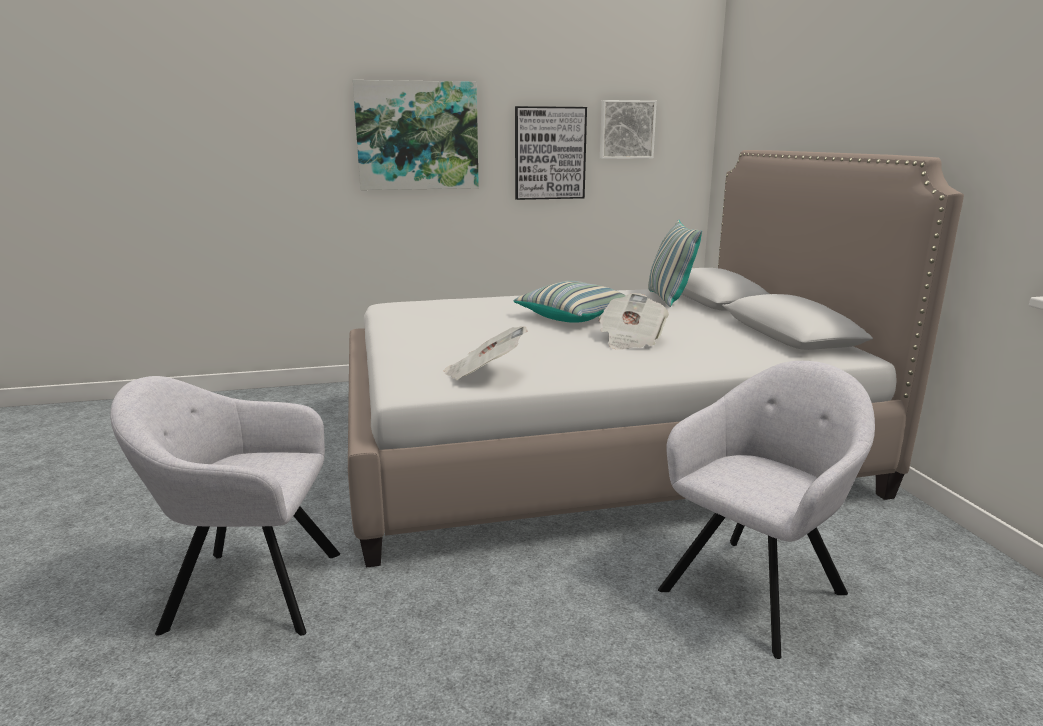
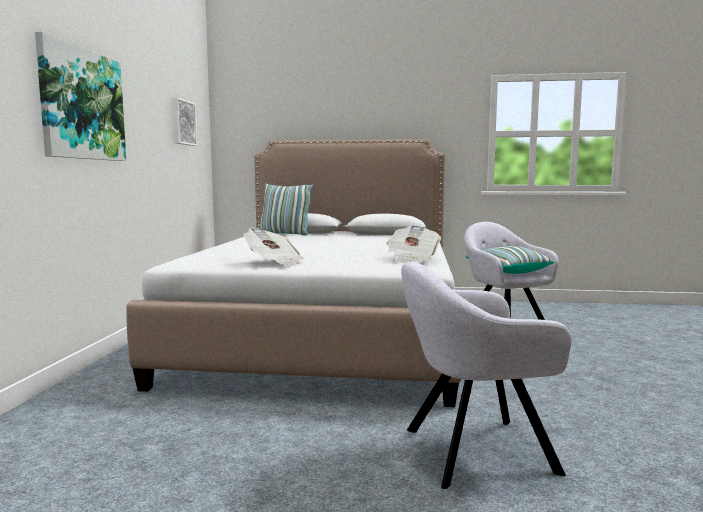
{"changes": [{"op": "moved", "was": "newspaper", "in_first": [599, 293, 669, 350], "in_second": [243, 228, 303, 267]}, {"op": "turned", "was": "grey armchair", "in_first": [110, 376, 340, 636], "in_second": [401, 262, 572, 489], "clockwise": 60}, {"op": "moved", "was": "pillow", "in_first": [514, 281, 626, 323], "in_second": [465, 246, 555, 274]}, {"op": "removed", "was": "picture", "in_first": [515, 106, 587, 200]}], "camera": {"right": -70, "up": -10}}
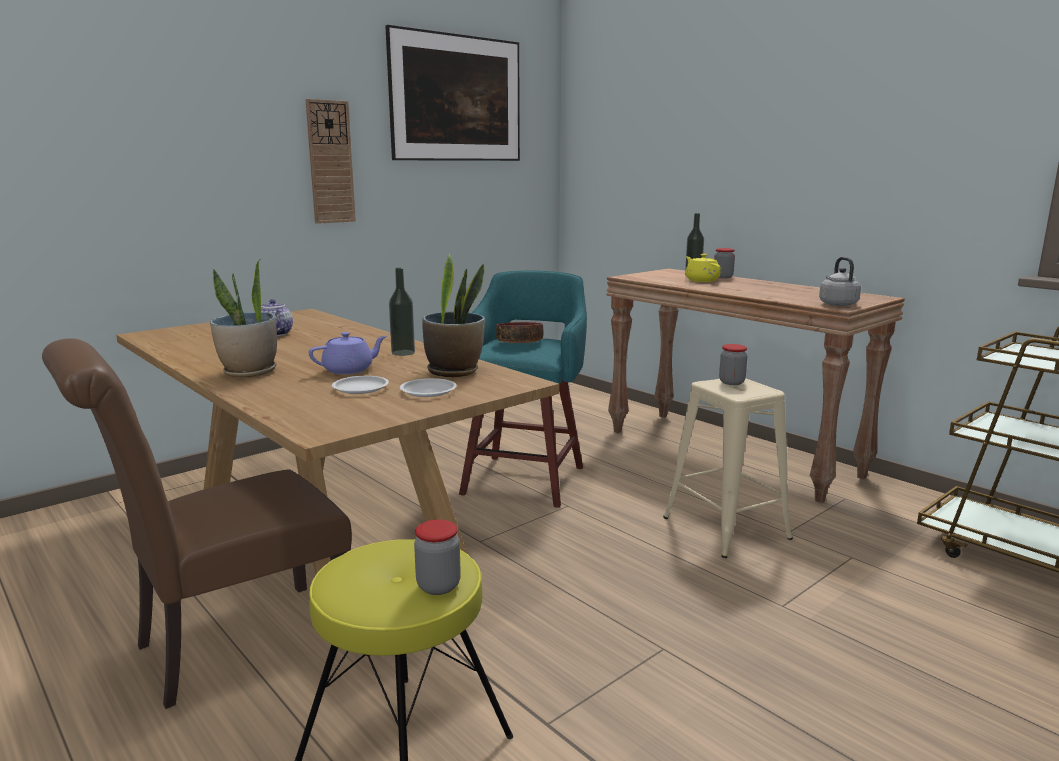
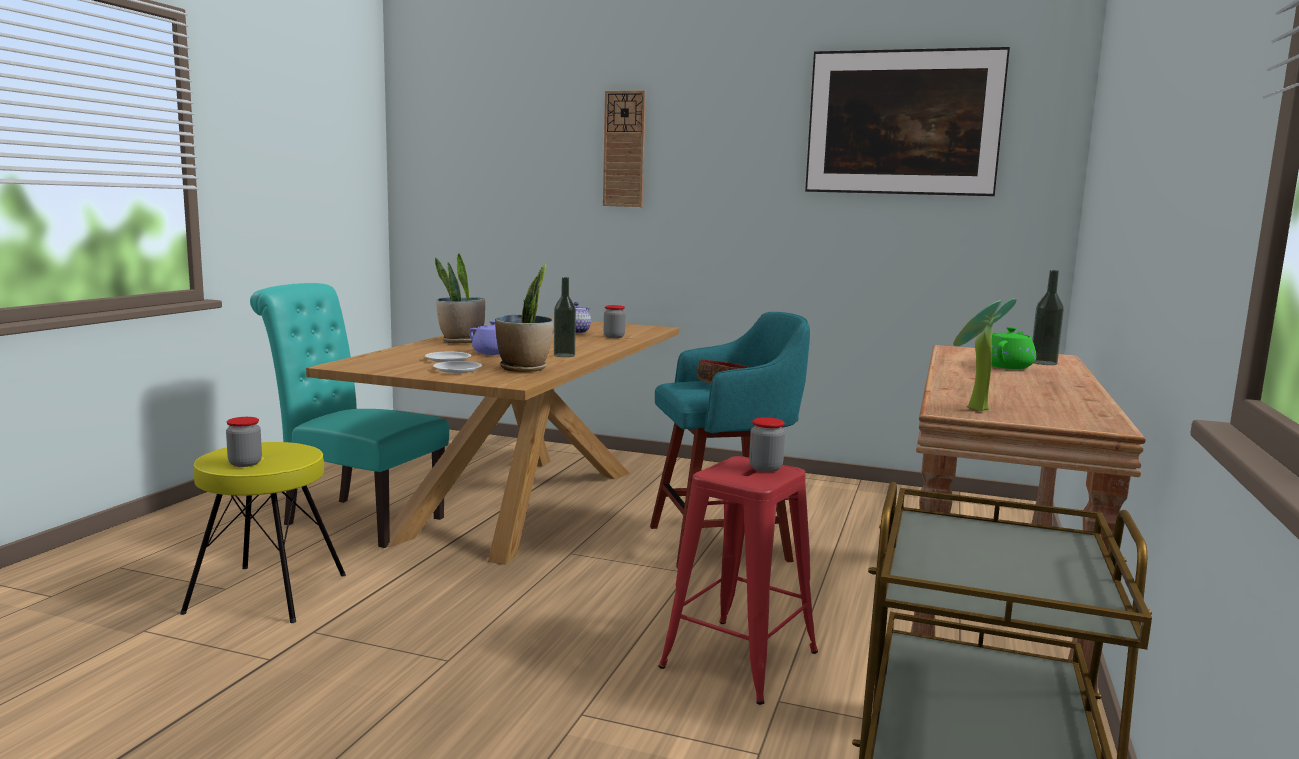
{"changes": [{"op": "recoloured", "was": "brown chair", "now": "turquoise chair", "in_first": [42, 338, 352, 709], "in_second": [250, 283, 449, 548]}, {"op": "moved", "was": "wall clock", "in_first": [305, 99, 356, 224], "in_second": [603, 90, 646, 207]}, {"op": "moved", "was": "jar", "in_first": [714, 248, 735, 279], "in_second": [604, 305, 626, 338]}, {"op": "recoloured", "was": "beige stool", "now": "red stool", "in_first": [663, 378, 793, 558], "in_second": [658, 456, 818, 705]}, {"op": "replaced", "was": "grey kettle", "now": "potted plant", "in_first": [819, 257, 861, 306], "in_second": [953, 299, 1016, 411]}, {"op": "recoloured", "was": "yellow teapot", "now": "green teapot", "in_first": [685, 254, 721, 282], "in_second": [991, 327, 1036, 369]}], "camera": {"right": 60, "up": -5}}
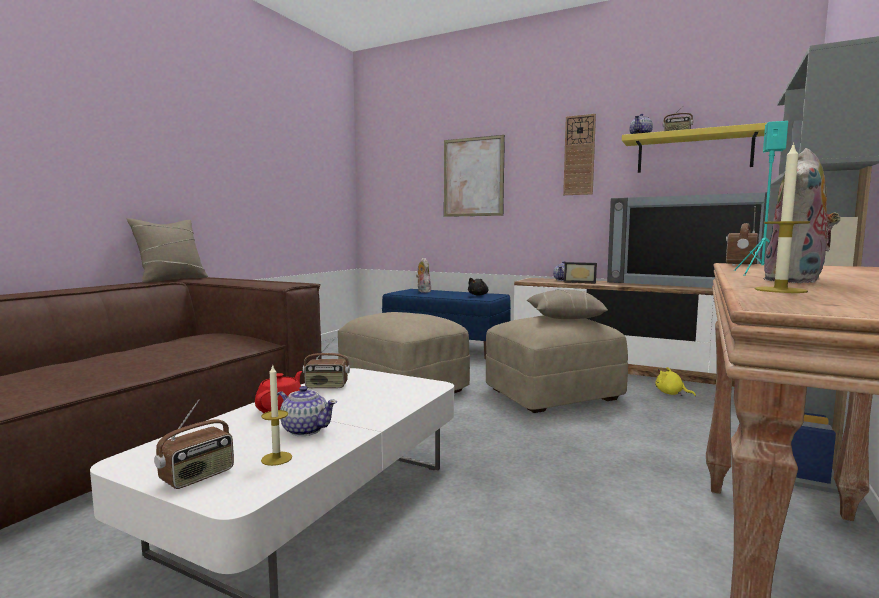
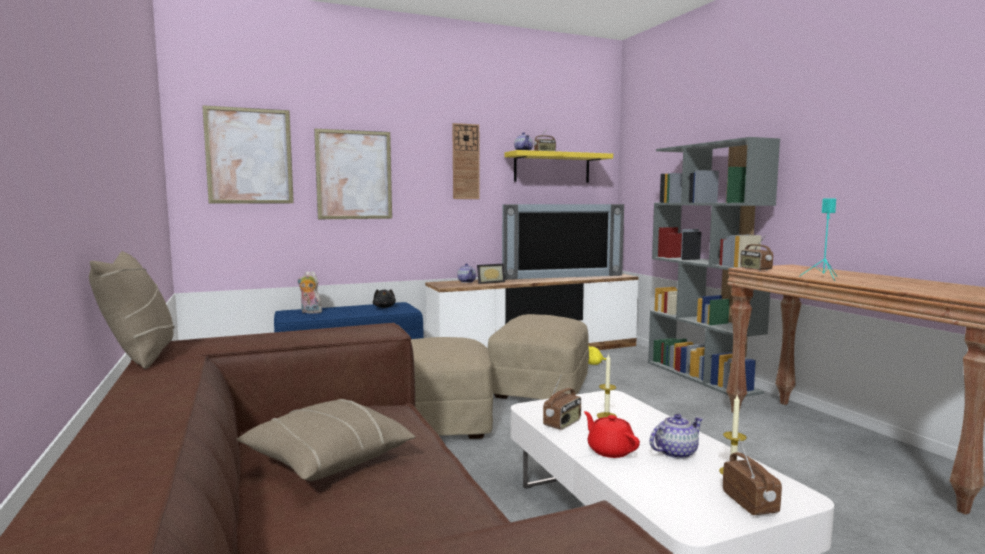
{"changes": [{"op": "added", "now": "picture", "in_second": [202, 105, 294, 203]}, {"op": "moved", "was": "beige pillow", "in_first": [527, 290, 608, 319], "in_second": [237, 399, 415, 481]}, {"op": "moved", "was": "candle", "in_first": [755, 143, 810, 293], "in_second": [597, 353, 617, 418]}, {"op": "removed", "was": "plush toy", "in_first": [763, 148, 841, 283]}], "camera": {"right": -50, "up": 0}}
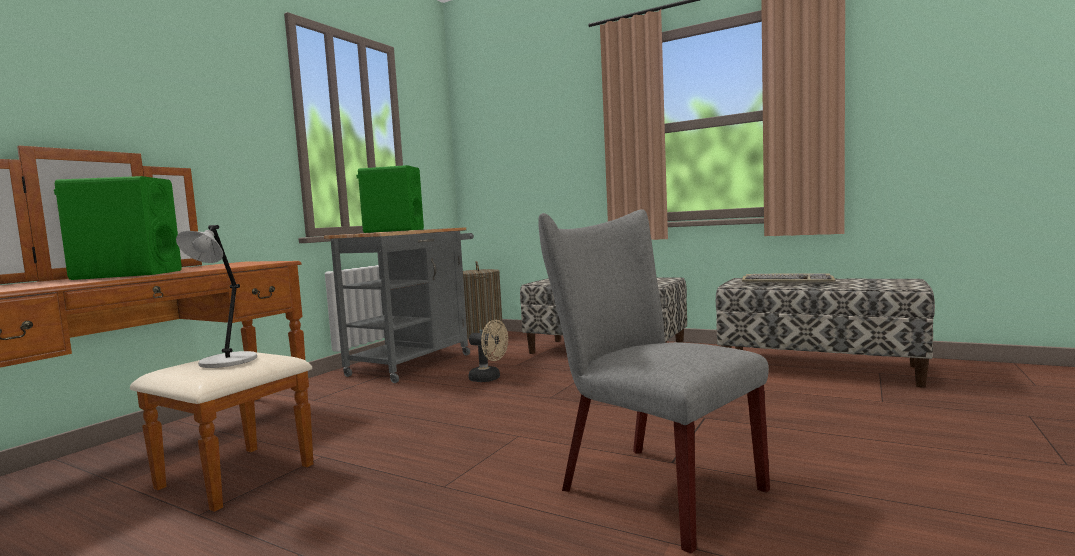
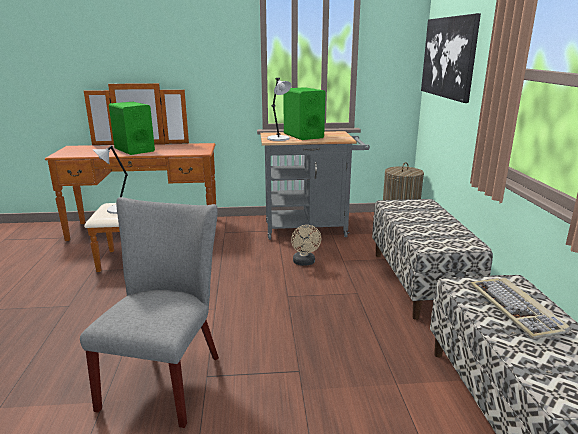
{"changes": [{"op": "added", "now": "white table lamp", "in_second": [267, 78, 292, 141]}, {"op": "added", "now": "picture", "in_second": [421, 13, 481, 103]}], "camera": {"right": 55, "up": 15}}
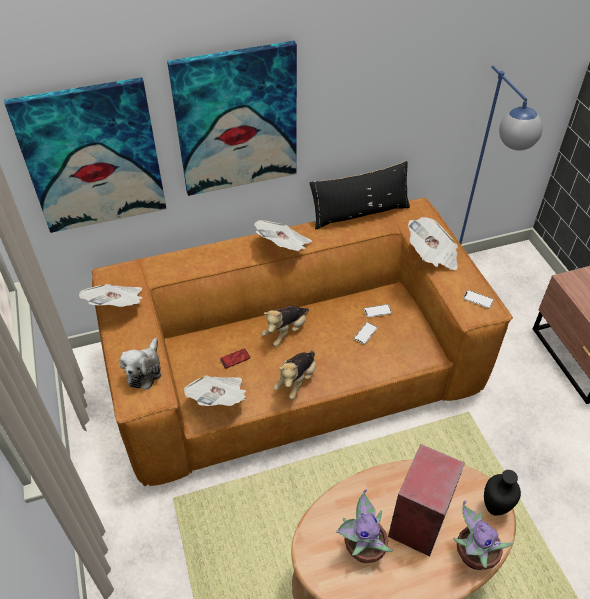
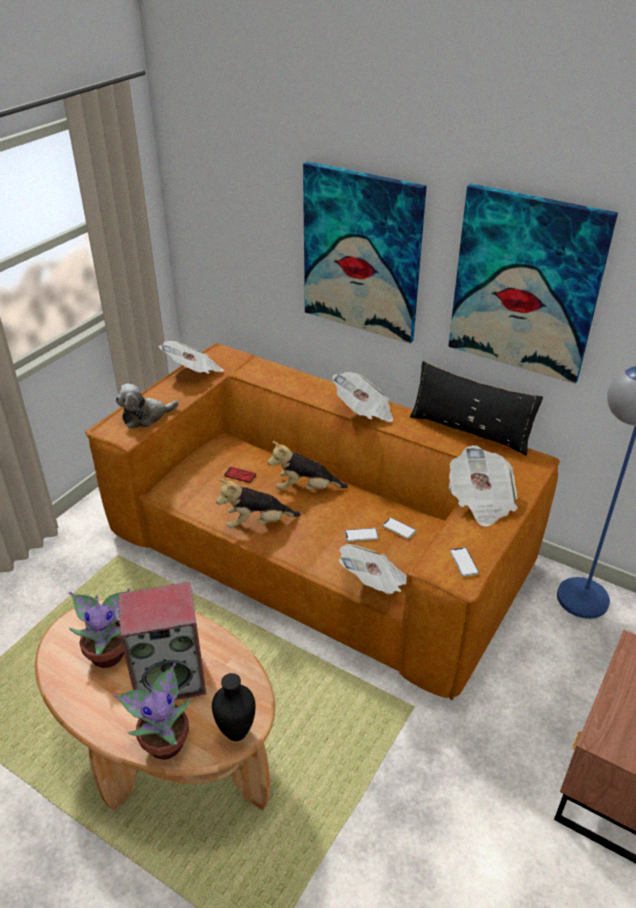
{"changes": [{"op": "moved", "was": "newspaper", "in_first": [184, 375, 246, 406], "in_second": [338, 544, 407, 595]}, {"op": "moved", "was": "picture", "in_first": [4, 77, 167, 233], "in_second": [448, 184, 618, 384]}], "camera": {"right": 50, "up": -10}}
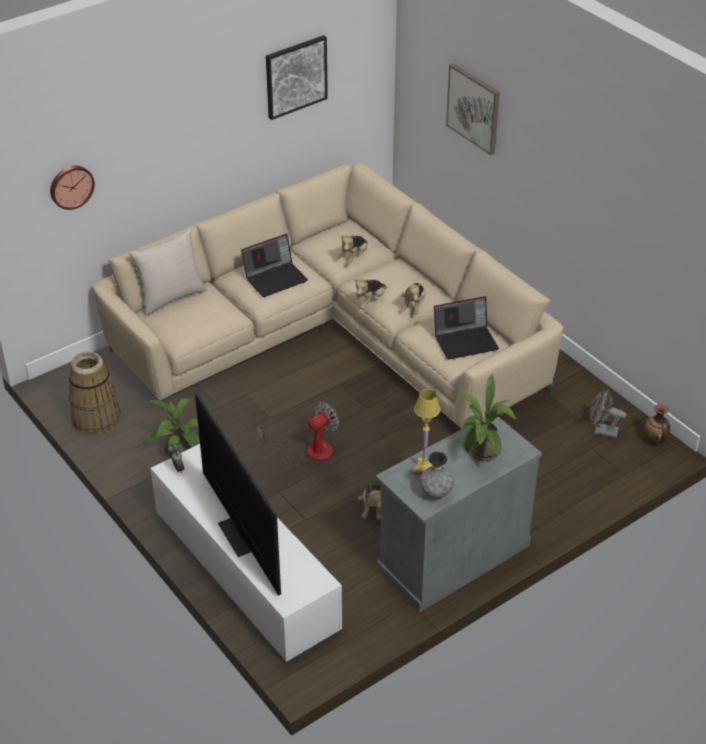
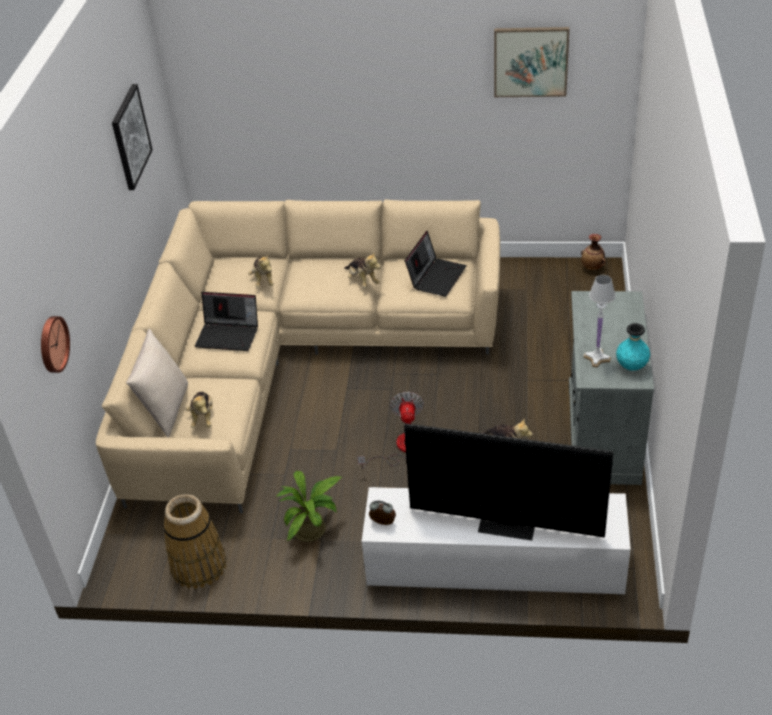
{"changes": [{"op": "moved", "was": "plush toy", "in_first": [351, 279, 387, 309], "in_second": [186, 392, 213, 428]}, {"op": "turned", "was": "laptop", "in_first": [241, 234, 308, 297], "in_second": [195, 292, 258, 351], "clockwise": 90}, {"op": "moved", "was": "picture", "in_first": [446, 63, 500, 155], "in_second": [494, 27, 569, 97]}, {"op": "recoloured", "was": "yellow table lamp", "now": "white table lamp", "in_first": [411, 389, 440, 475], "in_second": [583, 275, 616, 368]}, {"op": "recoloured", "was": "grey vase", "now": "turquoise vase", "in_first": [420, 452, 454, 499], "in_second": [616, 323, 650, 371]}, {"op": "removed", "was": "potted plant", "in_first": [455, 374, 516, 461]}, {"op": "removed", "was": "grey fan", "in_first": [590, 389, 627, 438]}], "camera": {"right": -45, "up": 0}}
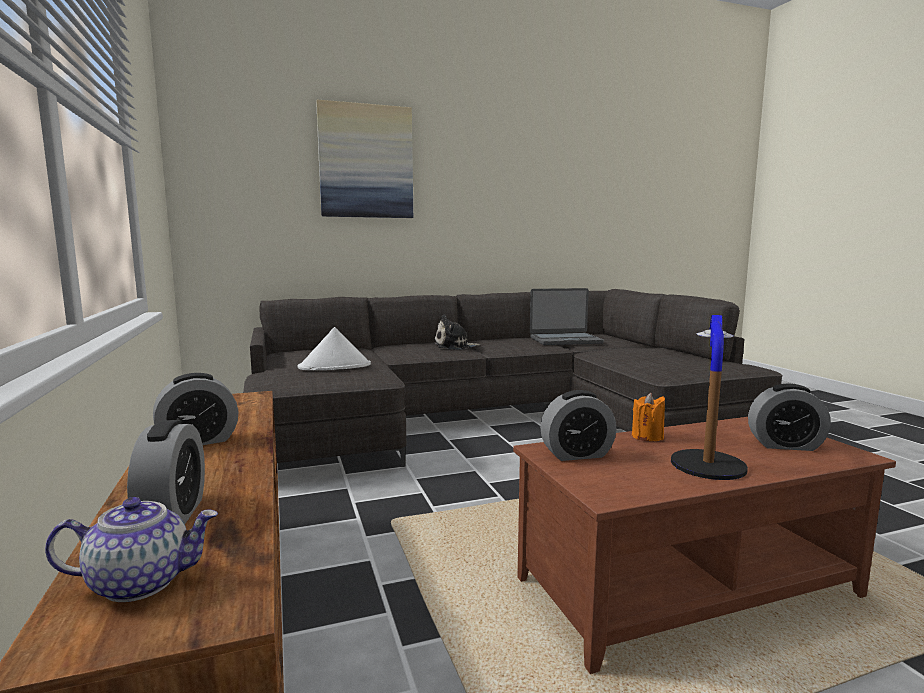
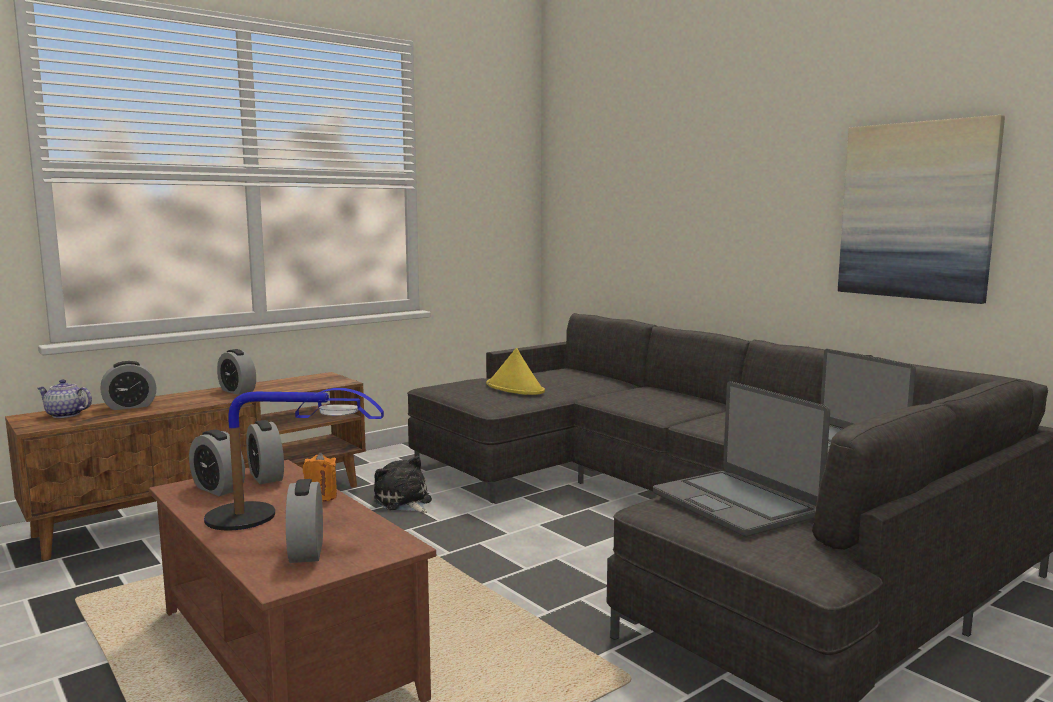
{"changes": [{"op": "turned", "was": "teapot", "in_first": [45, 497, 218, 602], "in_second": [37, 379, 92, 418], "clockwise": 135}, {"op": "added", "now": "alarm clock", "in_second": [189, 429, 245, 496]}, {"op": "moved", "was": "plush toy", "in_first": [434, 314, 481, 350], "in_second": [374, 456, 432, 513]}, {"op": "recoloured", "was": "white hat", "now": "yellow hat", "in_first": [297, 327, 371, 370], "in_second": [486, 348, 545, 395]}, {"op": "added", "now": "laptop", "in_second": [653, 381, 830, 537]}, {"op": "moved", "was": "picture", "in_first": [316, 100, 413, 218], "in_second": [838, 115, 1005, 304]}], "camera": {"right": 70, "up": 0}}
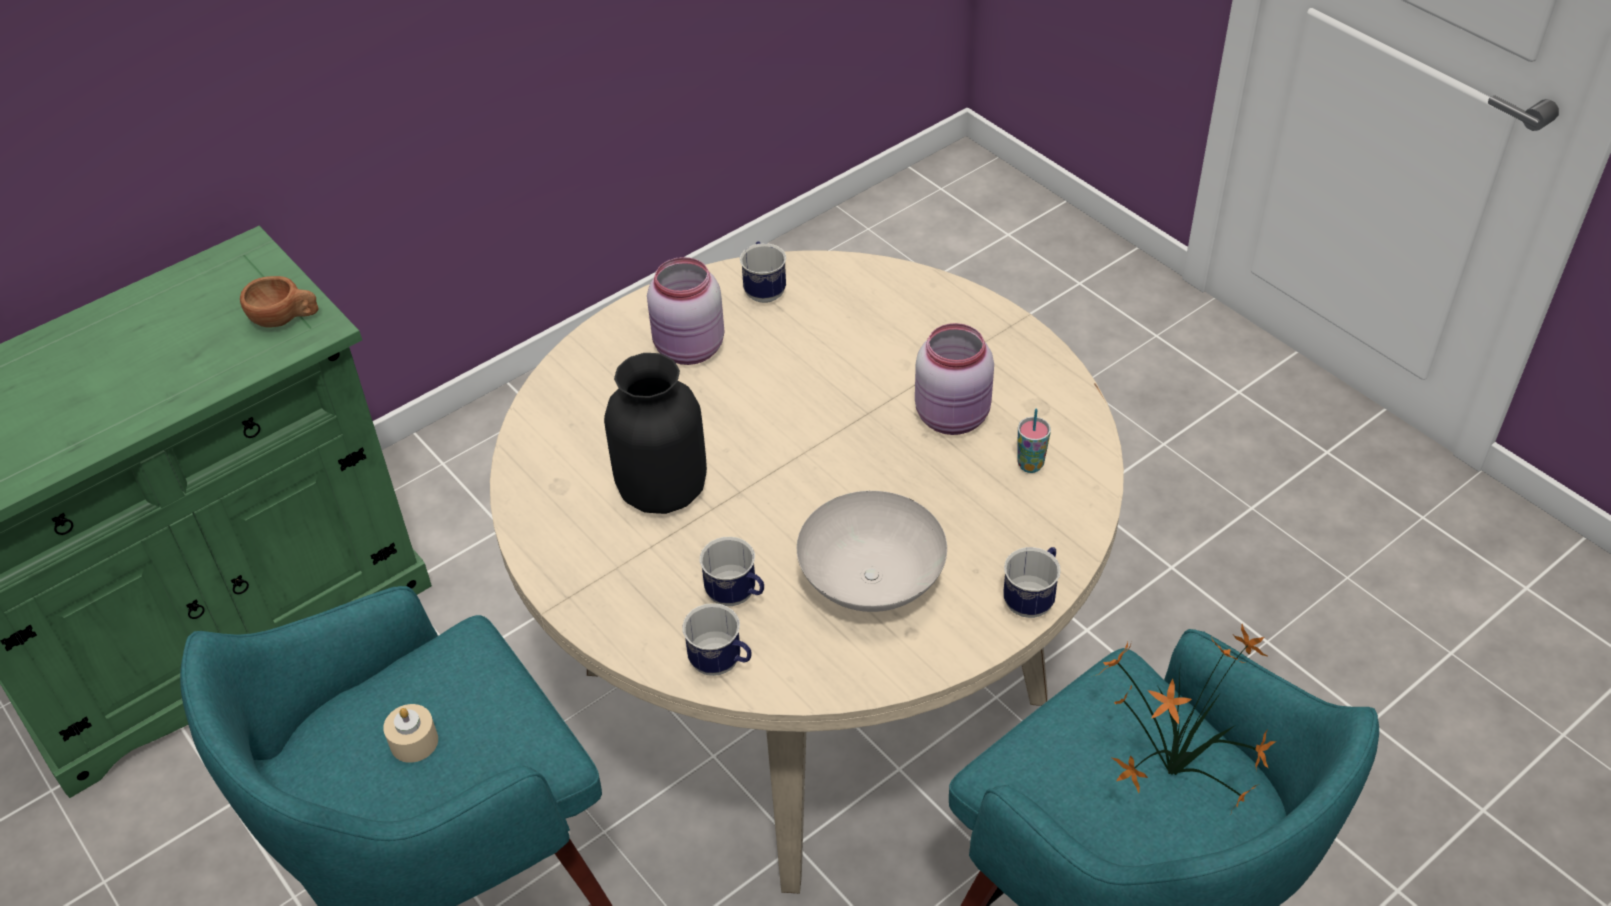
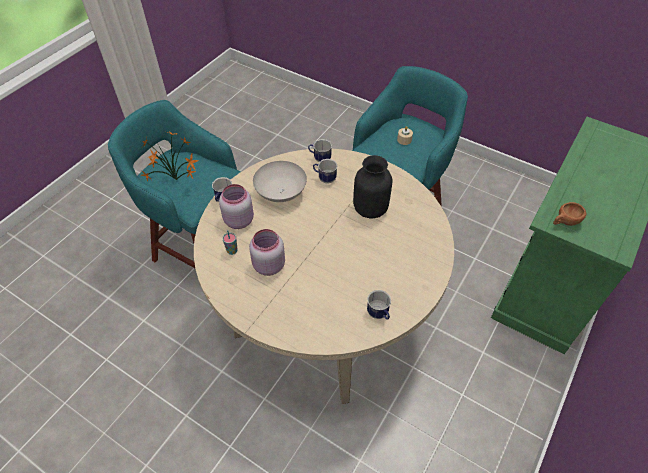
{"changes": [{"op": "moved", "was": "pink jar", "in_first": [647, 257, 724, 365], "in_second": [219, 184, 254, 229]}], "camera": {"right": 160, "up": 5}}
